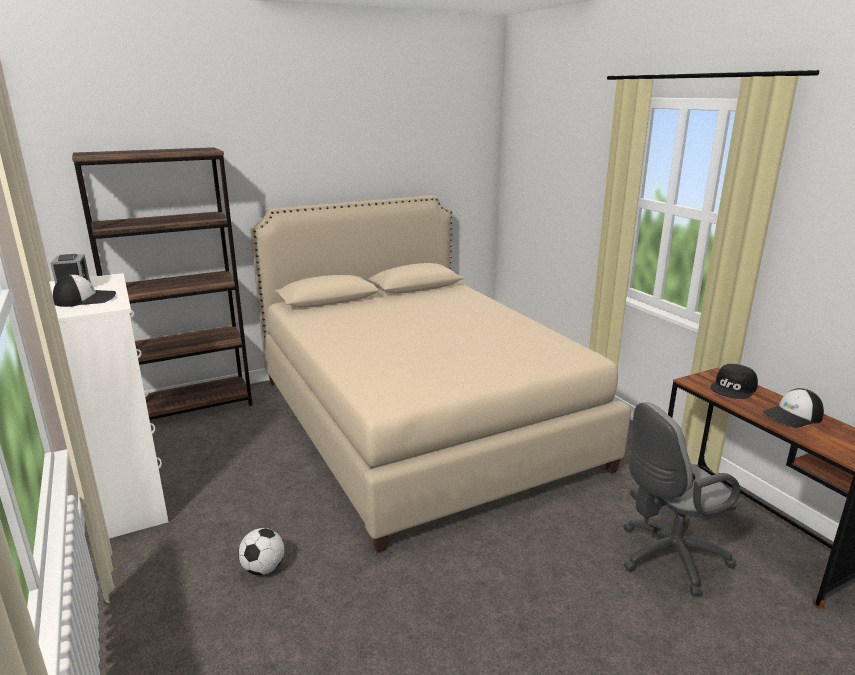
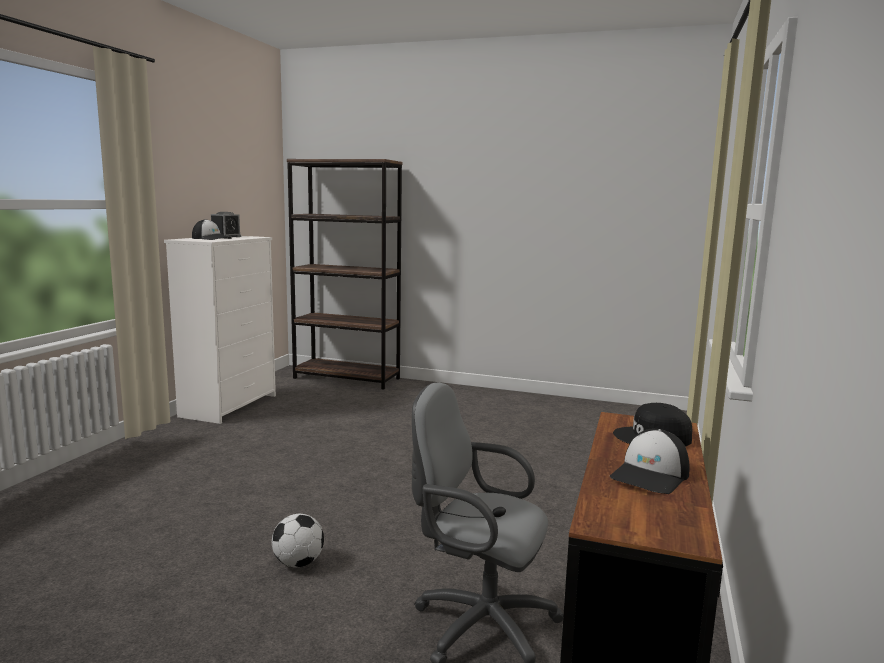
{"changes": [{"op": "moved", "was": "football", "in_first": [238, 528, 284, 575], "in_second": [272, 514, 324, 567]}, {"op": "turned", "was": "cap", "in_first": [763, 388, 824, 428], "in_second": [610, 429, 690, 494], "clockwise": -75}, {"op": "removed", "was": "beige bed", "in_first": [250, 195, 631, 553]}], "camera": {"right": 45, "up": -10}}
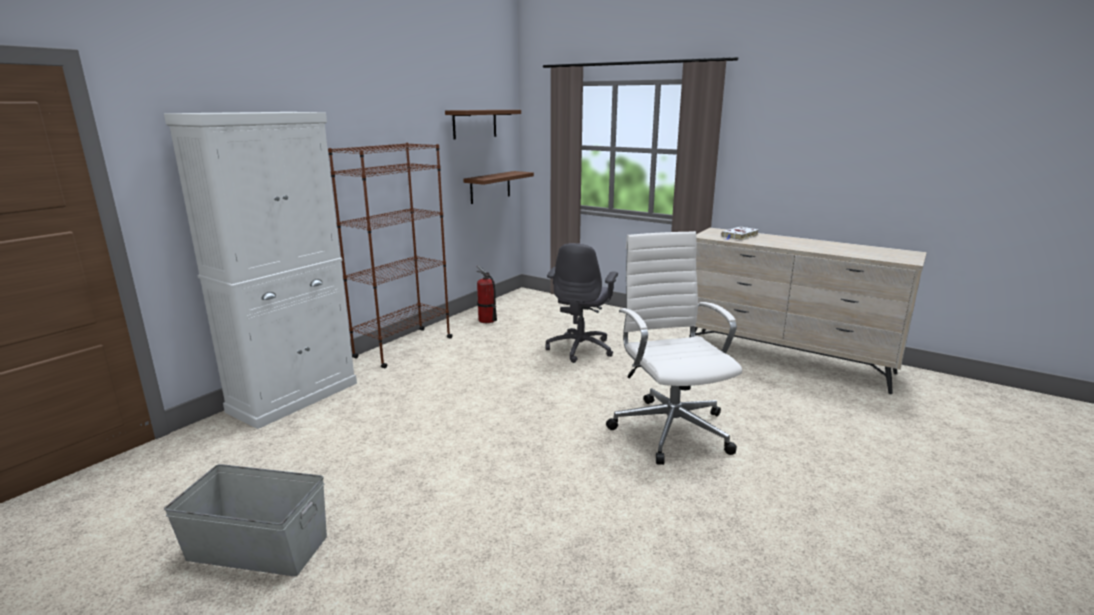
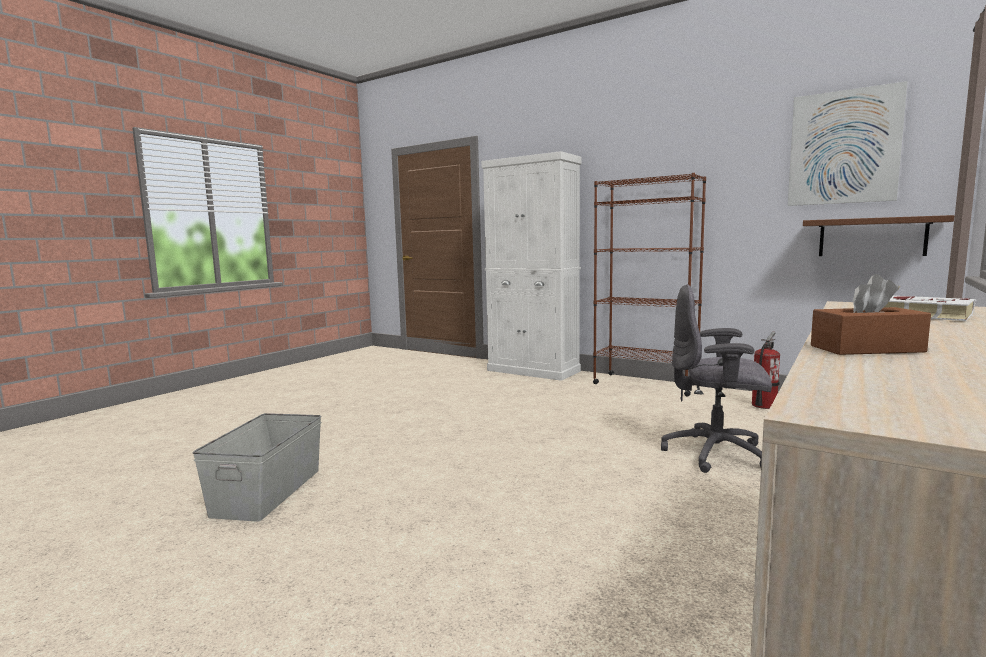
{"changes": [{"op": "moved", "was": "grey storage box", "in_first": [164, 464, 327, 576], "in_second": [193, 413, 321, 522]}, {"op": "replaced", "was": "brown shelf", "now": "picture", "in_first": [445, 110, 521, 140], "in_second": [788, 81, 908, 206]}, {"op": "added", "now": "brown tissue box", "in_second": [811, 274, 931, 355]}, {"op": "removed", "was": "white office chair", "in_first": [606, 231, 742, 465]}], "camera": {"right": 90, "up": -10}}
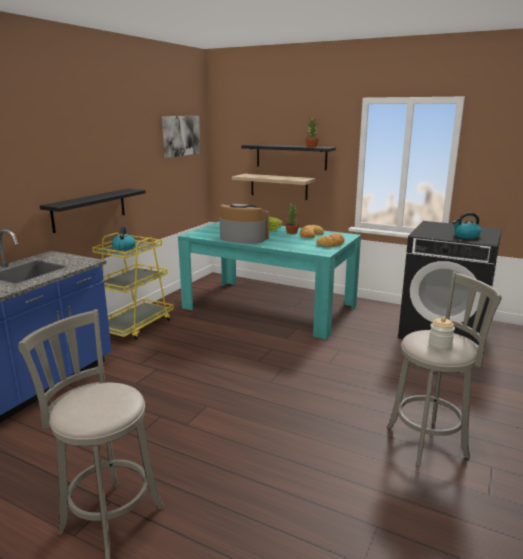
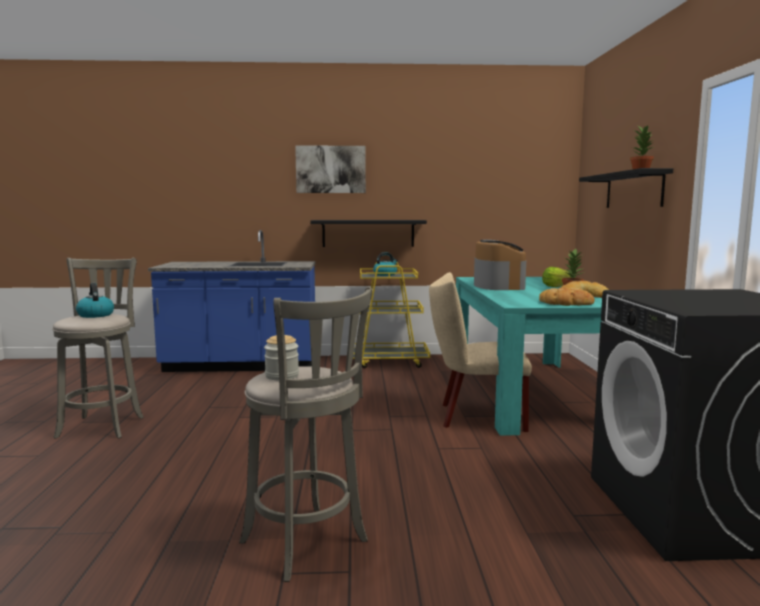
{"changes": [{"op": "moved", "was": "kettle", "in_first": [452, 213, 481, 239], "in_second": [76, 283, 114, 318]}, {"op": "moved", "was": "picture", "in_first": [162, 116, 201, 158], "in_second": [295, 145, 366, 193]}, {"op": "added", "now": "beige chair", "in_second": [429, 272, 532, 432]}, {"op": "removed", "was": "shelf", "in_first": [232, 174, 316, 200]}], "camera": {"right": 60, "up": -10}}
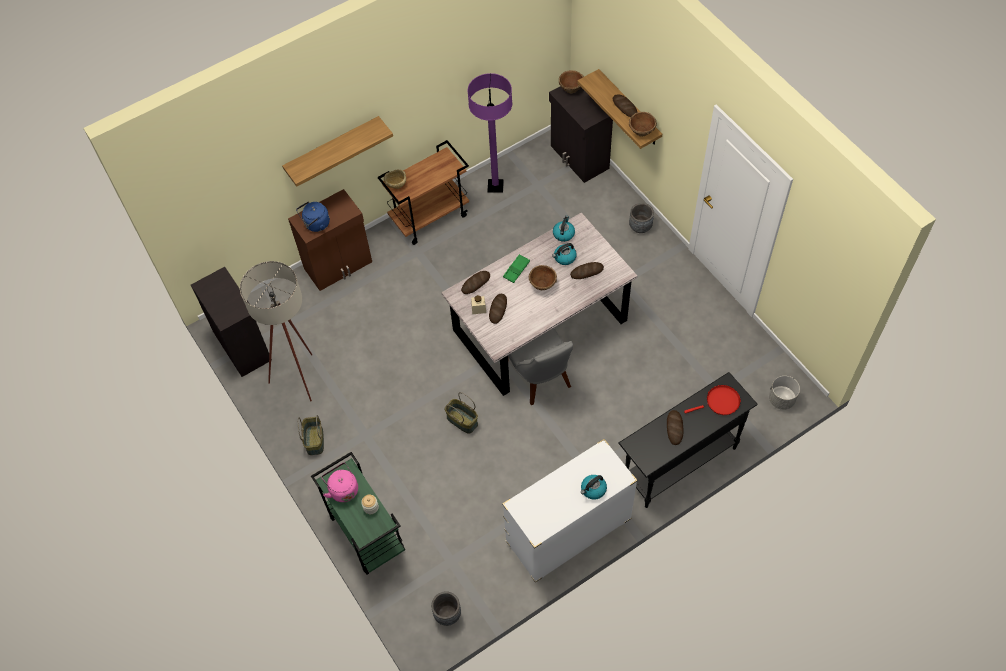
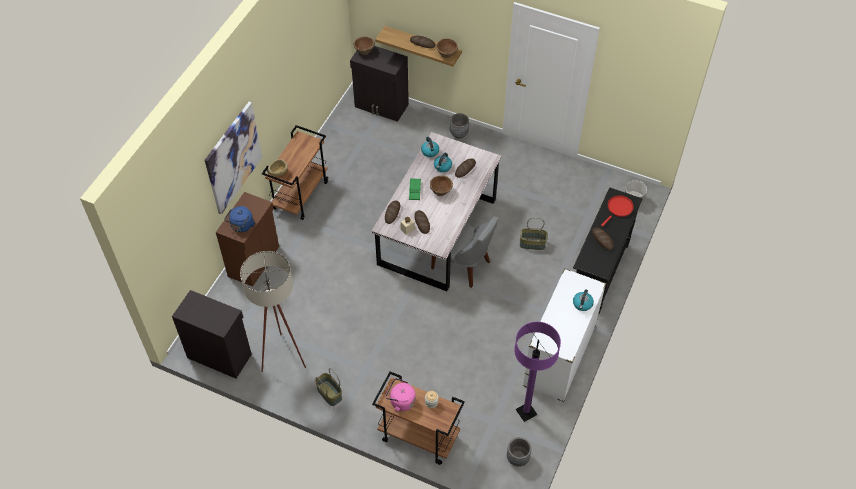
{"changes": [{"op": "replaced", "was": "shelf", "now": "picture", "in_first": [282, 116, 393, 187], "in_second": [205, 102, 262, 214]}, {"op": "recoloured", "was": "green cart", "now": "brown cart", "in_first": [311, 452, 405, 575], "in_second": [372, 371, 465, 465]}, {"op": "moved", "was": "purple floor lamp", "in_first": [468, 73, 512, 193], "in_second": [514, 322, 561, 422]}, {"op": "moved", "was": "basket", "in_first": [445, 392, 478, 434], "in_second": [520, 217, 548, 250]}], "camera": {"right": -35, "up": -5}}
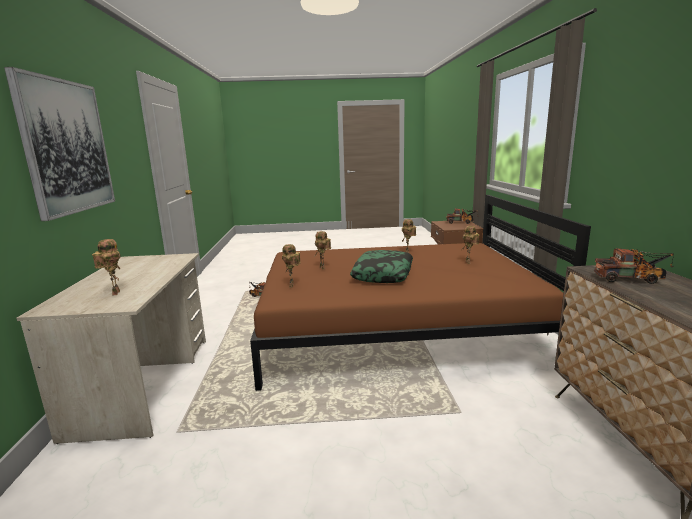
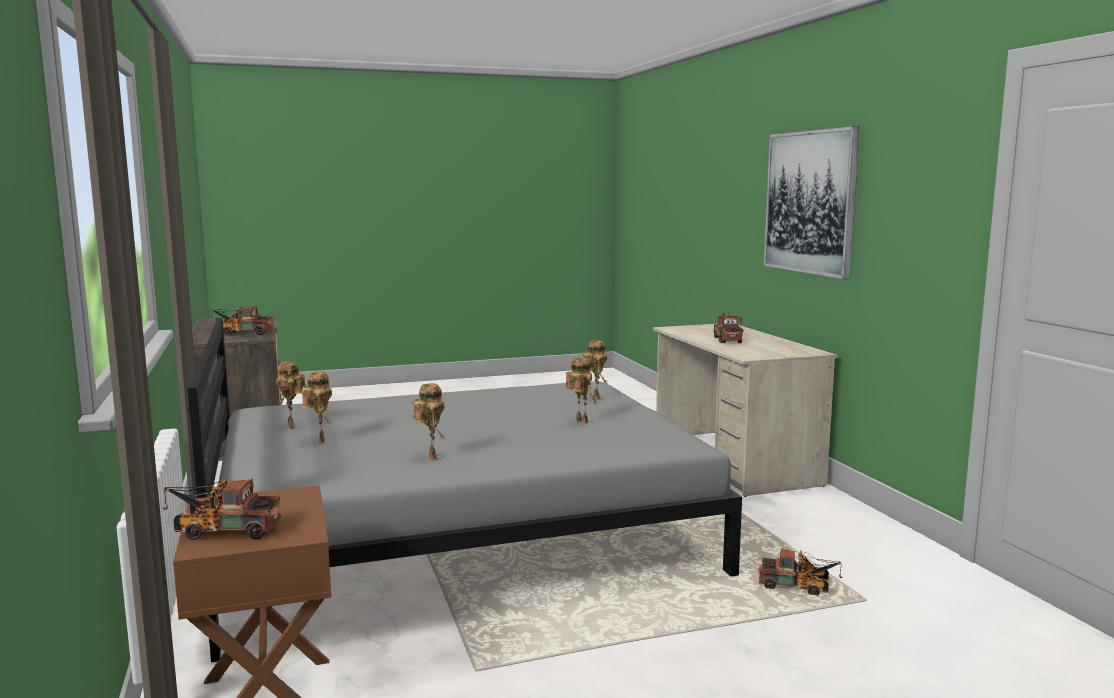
{"changes": [{"op": "recoloured", "was": "brown bed", "now": "grey bed", "in_first": [250, 195, 591, 391], "in_second": [187, 318, 742, 662]}, {"op": "moved", "was": "toy robot", "in_first": [92, 239, 121, 296], "in_second": [276, 362, 305, 429]}, {"op": "added", "now": "toy truck", "in_second": [713, 312, 744, 343]}, {"op": "removed", "was": "pillow", "in_first": [350, 250, 413, 283]}], "camera": {"right": 165, "up": -5}}
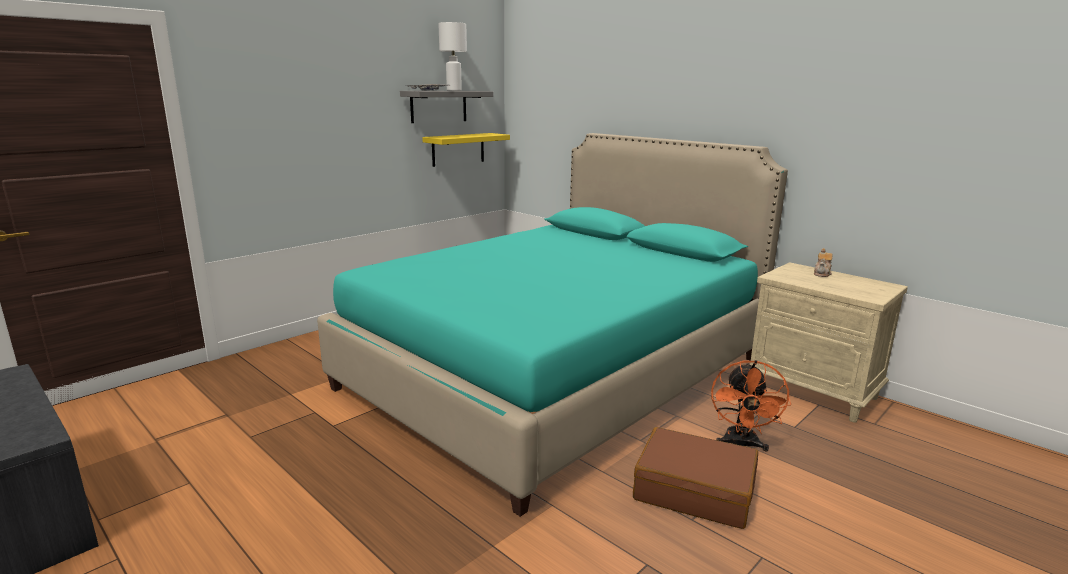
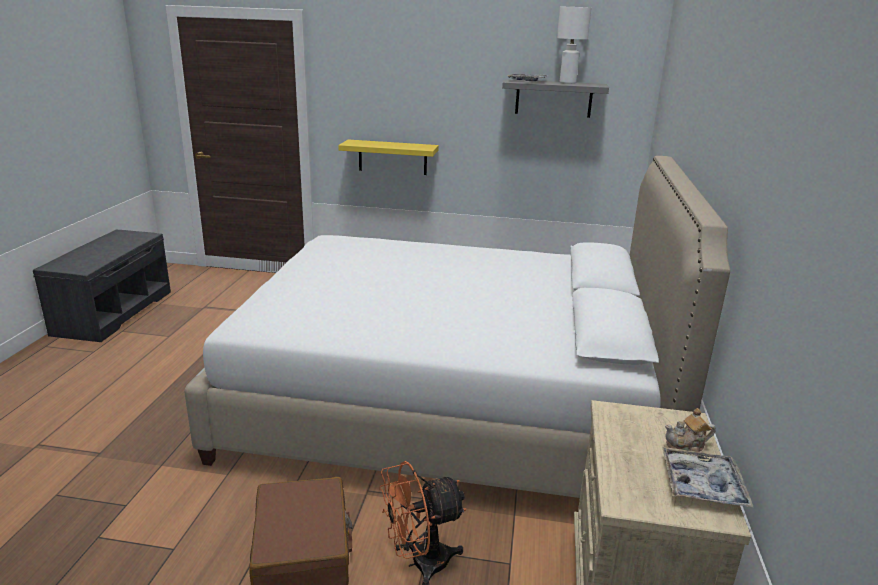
{"changes": [{"op": "recoloured", "was": "turquoise bed", "now": "white bed", "in_first": [317, 133, 788, 517], "in_second": [184, 156, 730, 498]}, {"op": "moved", "was": "yellow shelf", "in_first": [422, 133, 510, 167], "in_second": [338, 139, 439, 175]}, {"op": "added", "now": "tray", "in_second": [662, 447, 754, 508]}], "camera": {"right": 55, "up": 5}}
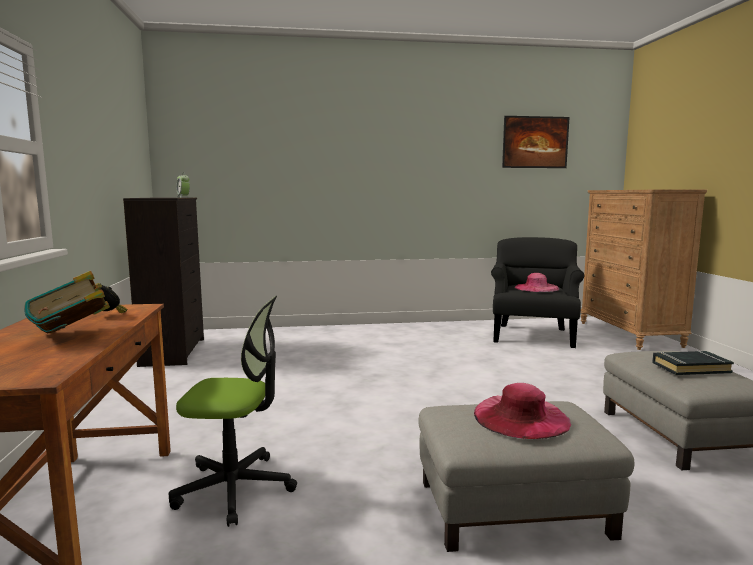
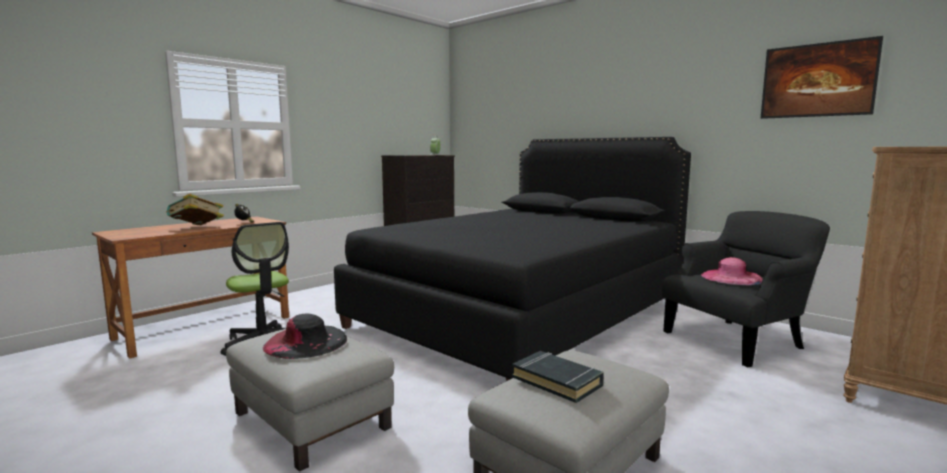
{"changes": [{"op": "recoloured", "was": "pink hat", "now": "black hat", "in_first": [474, 383, 571, 439], "in_second": [263, 313, 347, 359]}, {"op": "added", "now": "black bed", "in_second": [334, 137, 691, 381]}], "camera": {"right": 50, "up": 0}}
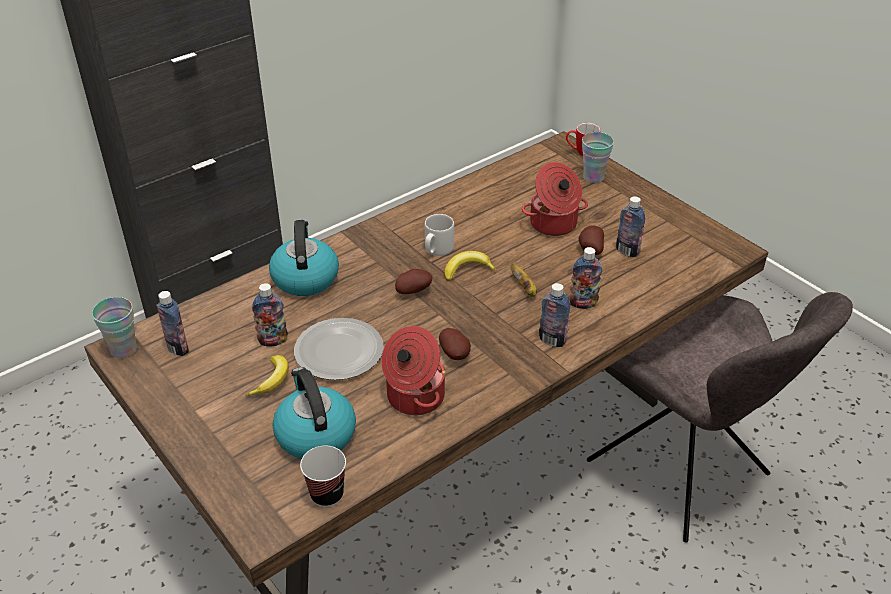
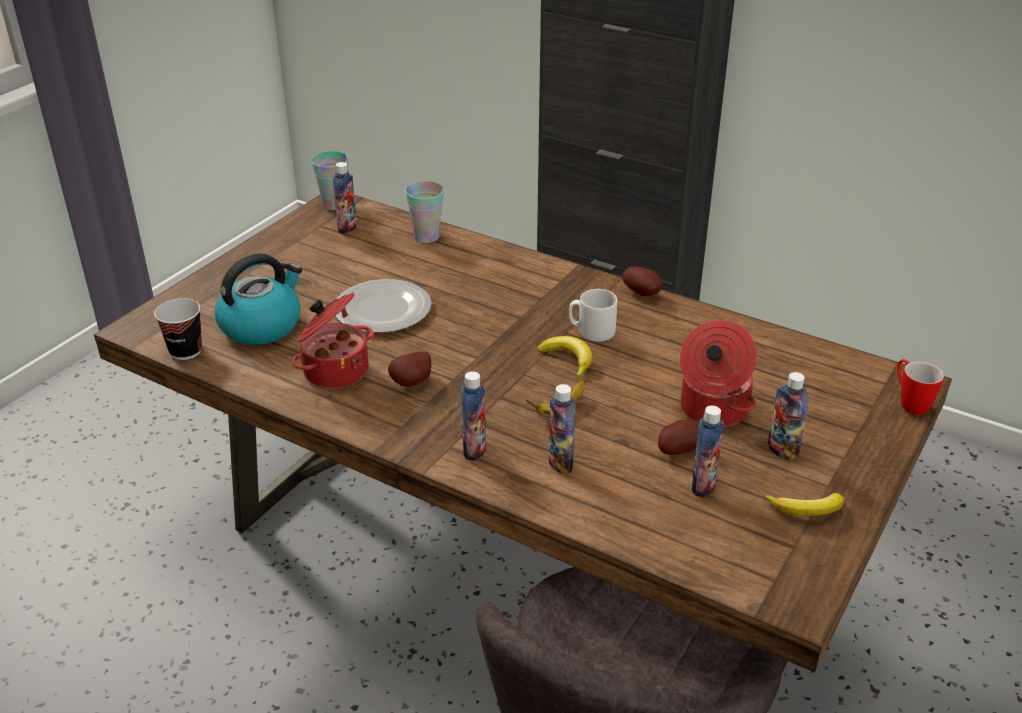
{"changes": [{"op": "moved", "was": "cup", "in_first": [582, 132, 614, 183], "in_second": [405, 181, 444, 243]}, {"op": "moved", "was": "potato", "in_first": [395, 269, 432, 294], "in_second": [622, 266, 662, 296]}, {"op": "moved", "was": "banana", "in_first": [246, 355, 289, 396], "in_second": [763, 493, 844, 516]}, {"op": "moved", "was": "bottle", "in_first": [252, 283, 288, 347], "in_second": [768, 372, 809, 461]}, {"op": "removed", "was": "kettle", "in_first": [269, 220, 339, 296]}], "camera": {"right": 70, "up": -5}}
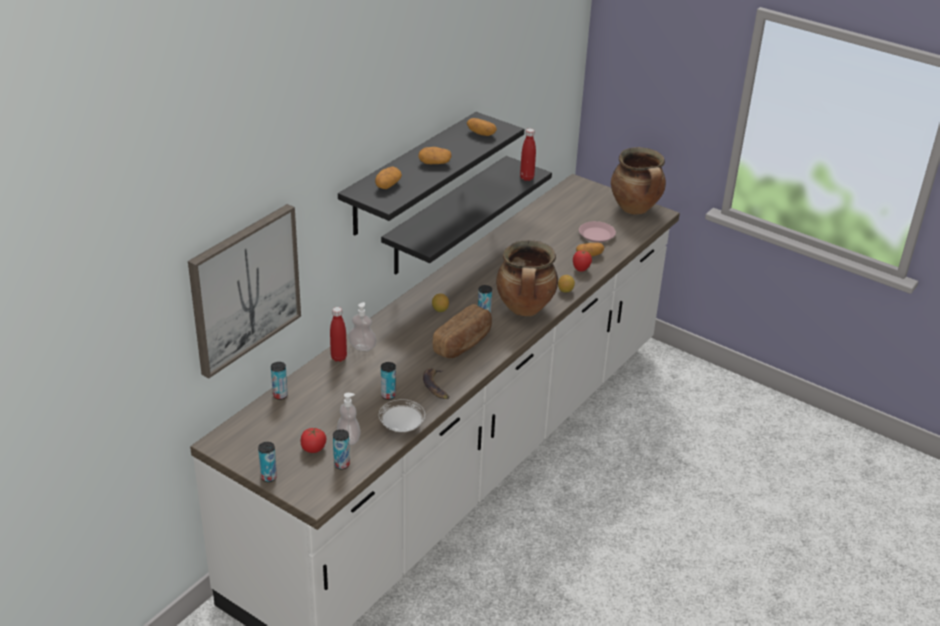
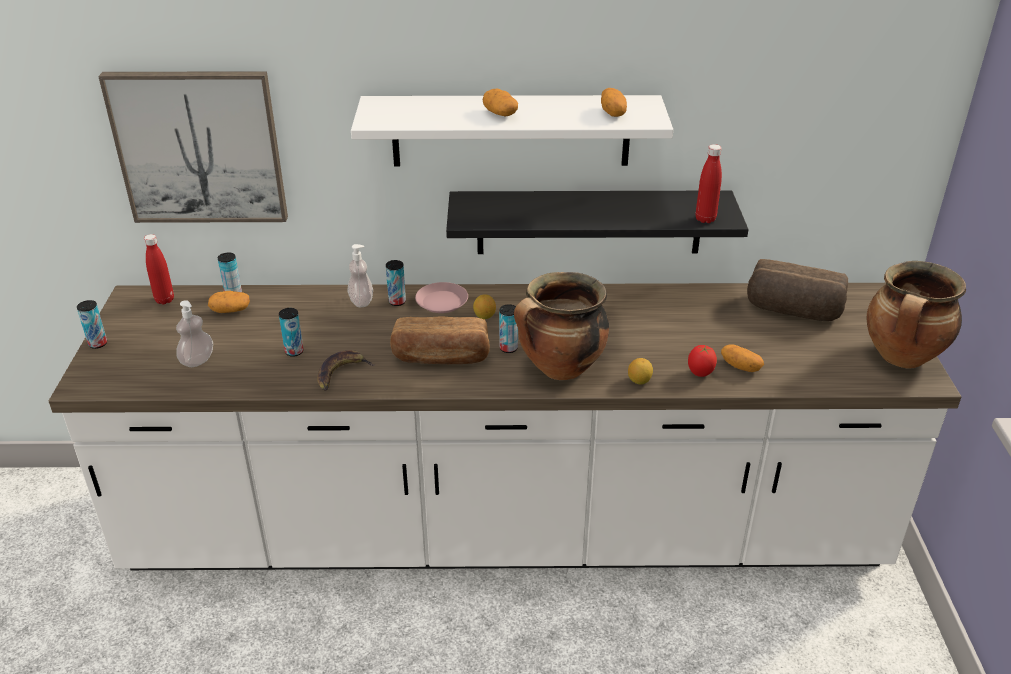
{"changes": [{"op": "moved", "was": "red bottle", "in_first": [330, 307, 347, 362], "in_second": [144, 234, 174, 304]}, {"op": "moved", "was": "potato", "in_first": [375, 167, 402, 189], "in_second": [208, 291, 250, 313]}, {"op": "recoloured", "was": "black shelf", "now": "white shelf", "in_first": [338, 112, 524, 236], "in_second": [351, 95, 673, 167]}, {"op": "moved", "was": "can", "in_first": [333, 429, 350, 469], "in_second": [386, 260, 406, 306]}, {"op": "moved", "was": "pink plate", "in_first": [579, 221, 616, 243], "in_second": [415, 282, 468, 313]}, {"op": "added", "now": "bread", "in_second": [747, 259, 848, 321]}, {"op": "removed", "was": "tomato", "in_first": [301, 428, 326, 453]}, {"op": "removed", "was": "white plate", "in_first": [379, 399, 425, 432]}], "camera": {"right": 55, "up": 0}}
